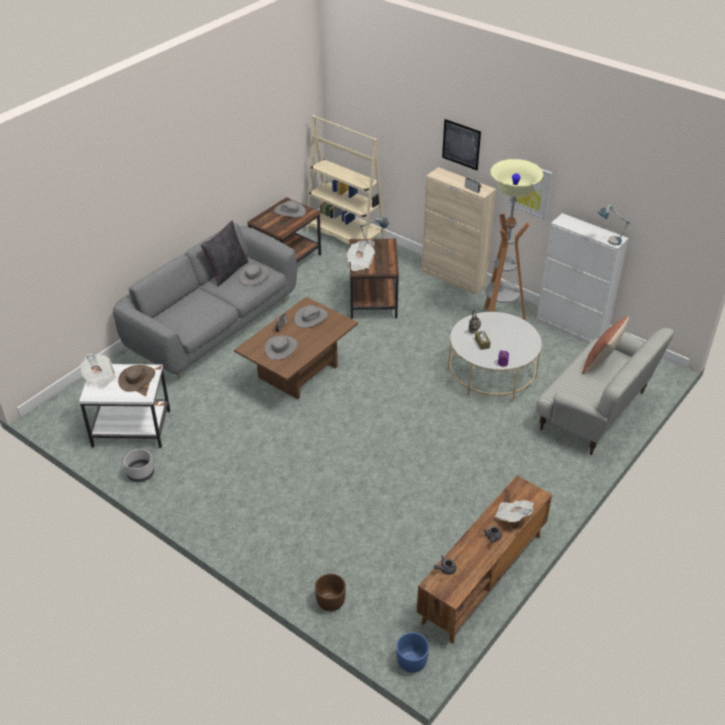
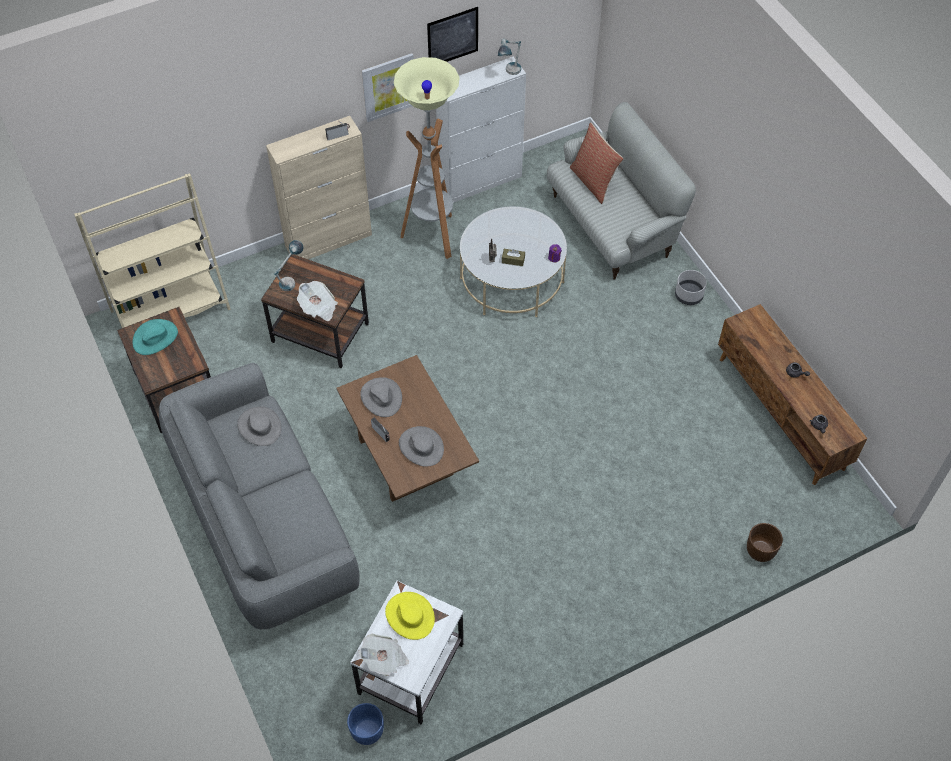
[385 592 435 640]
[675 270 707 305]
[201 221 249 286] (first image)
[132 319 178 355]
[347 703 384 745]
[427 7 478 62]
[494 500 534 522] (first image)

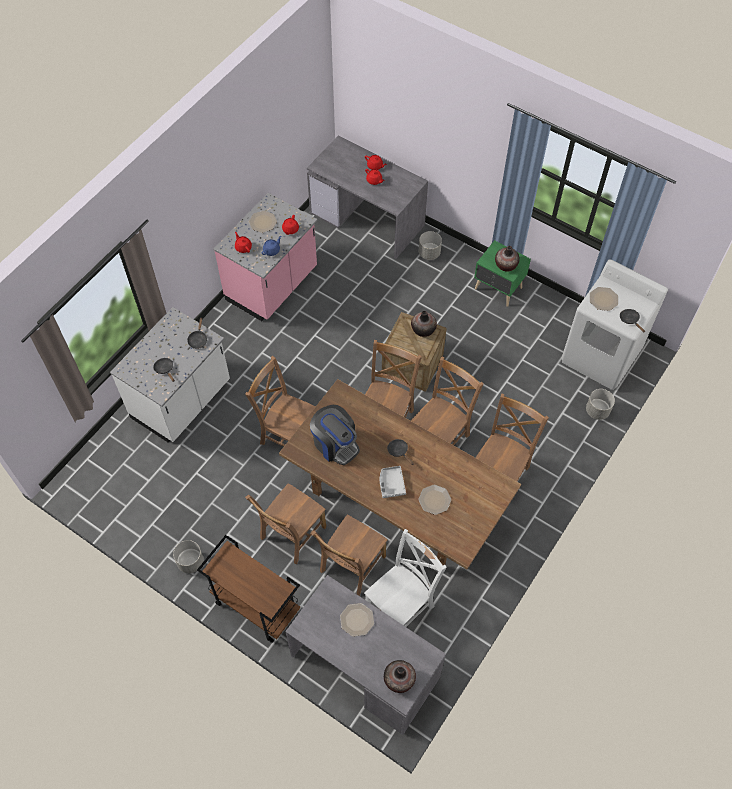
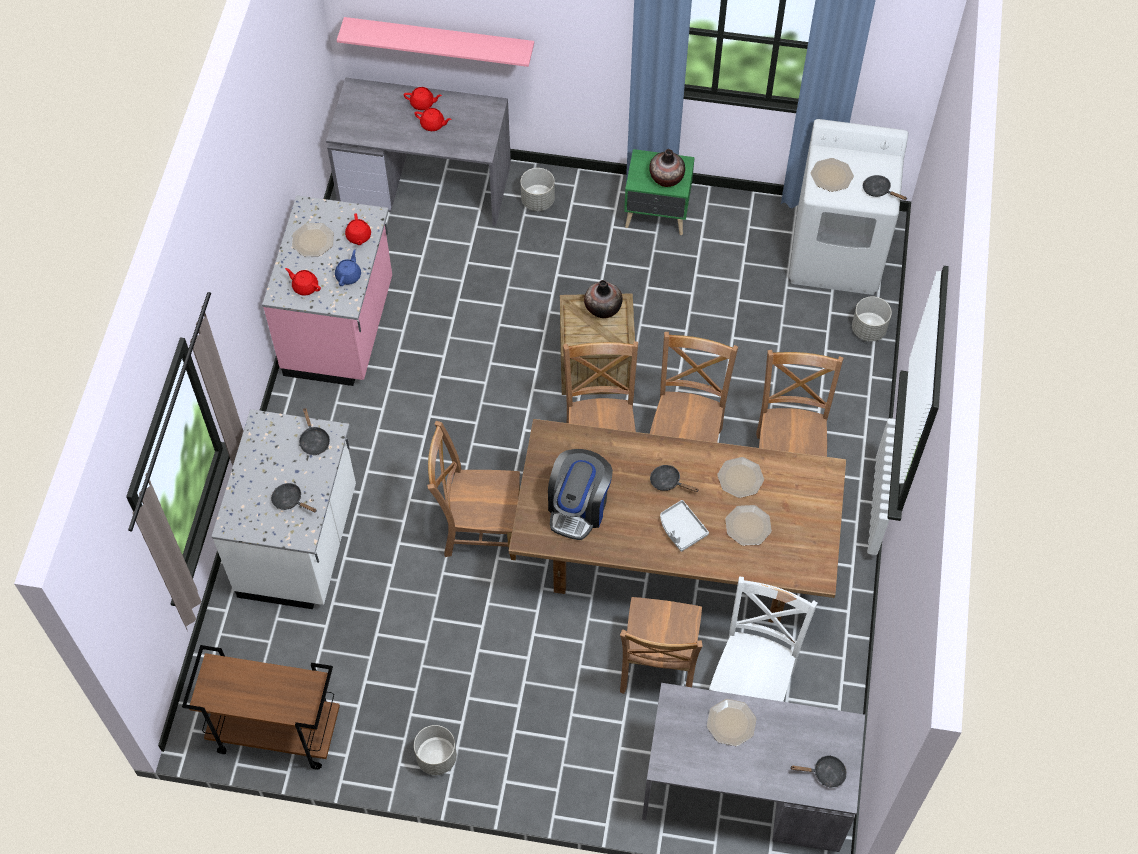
[182 645 340 770]
[245 483 326 564] (first image)
[548 449 613 540]
[791 755 847 788]
[337 17 534 67]
[717 457 764 498]

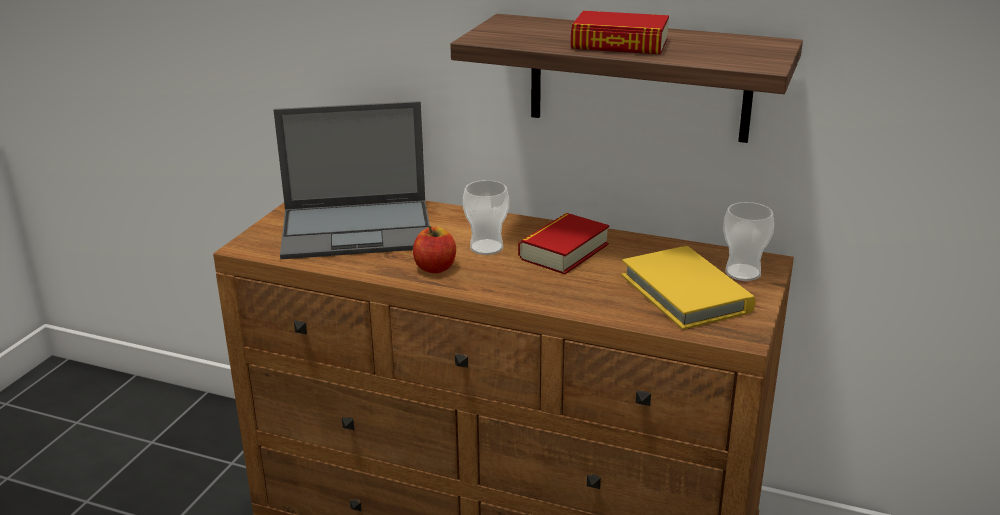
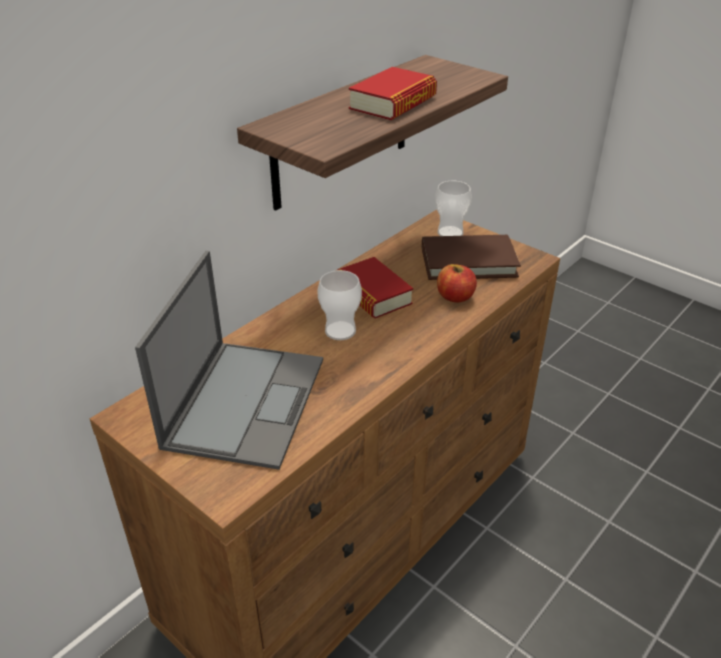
[437 264 477 302]
[422 235 521 280]

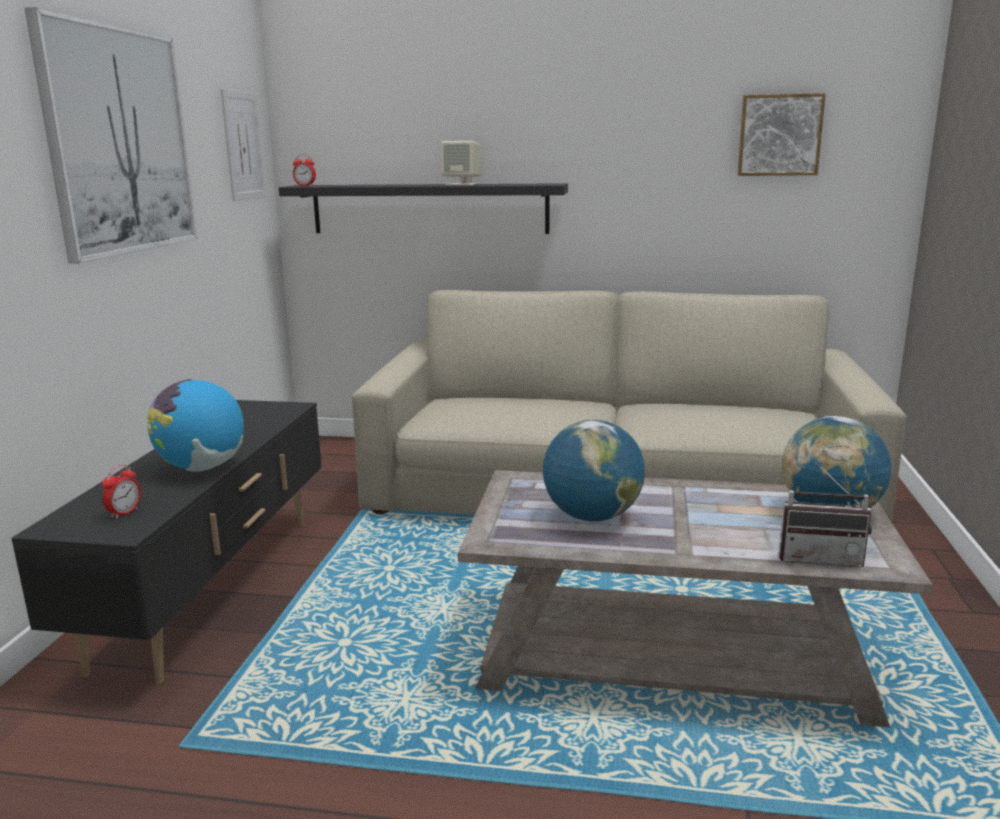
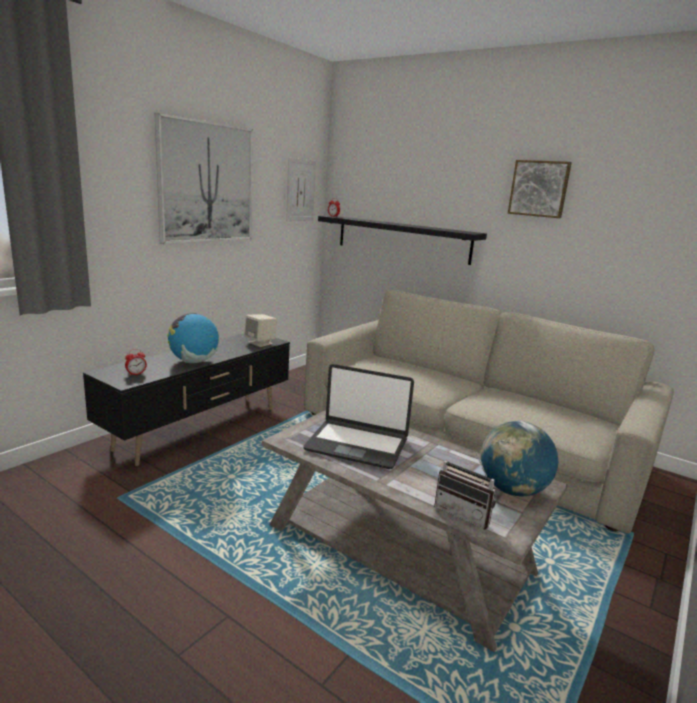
[244 314 277 347]
[304 364 414 469]
[508 160 572 218]

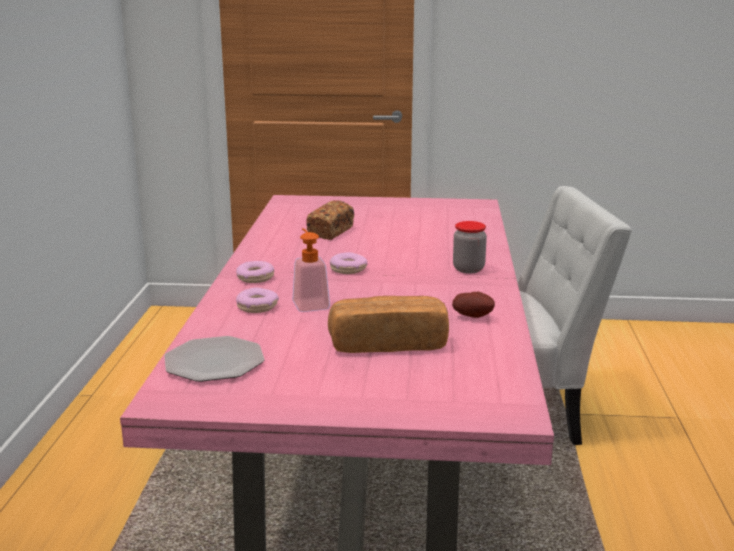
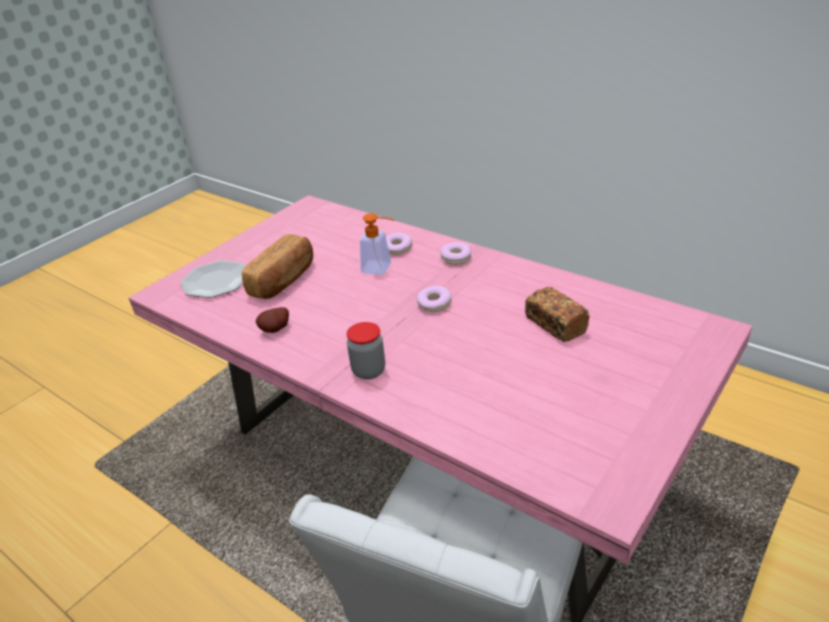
[180 260 245 298]

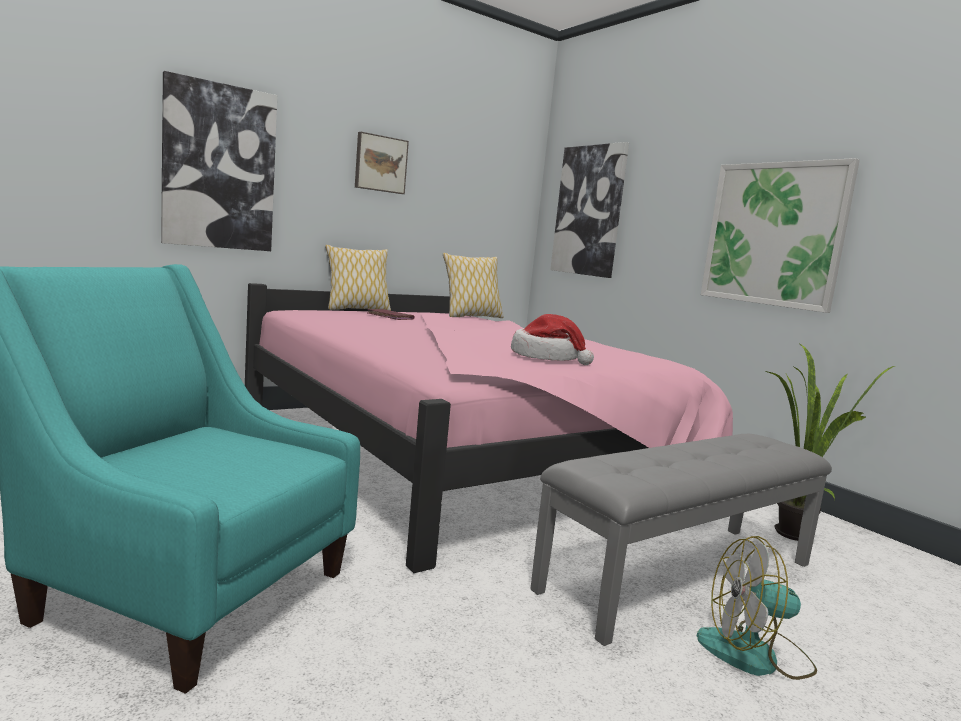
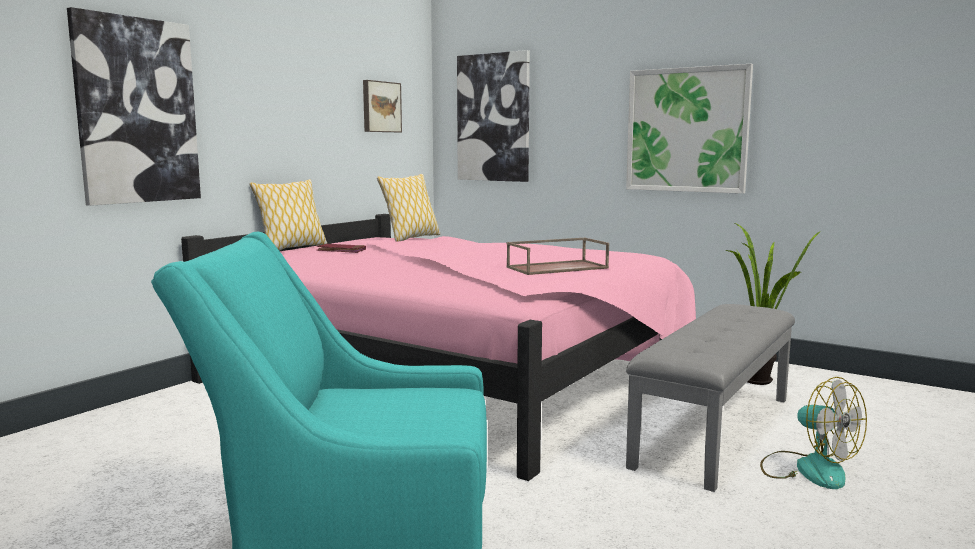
[363 80 402 132]
[506 238 609 275]
[760 377 867 489]

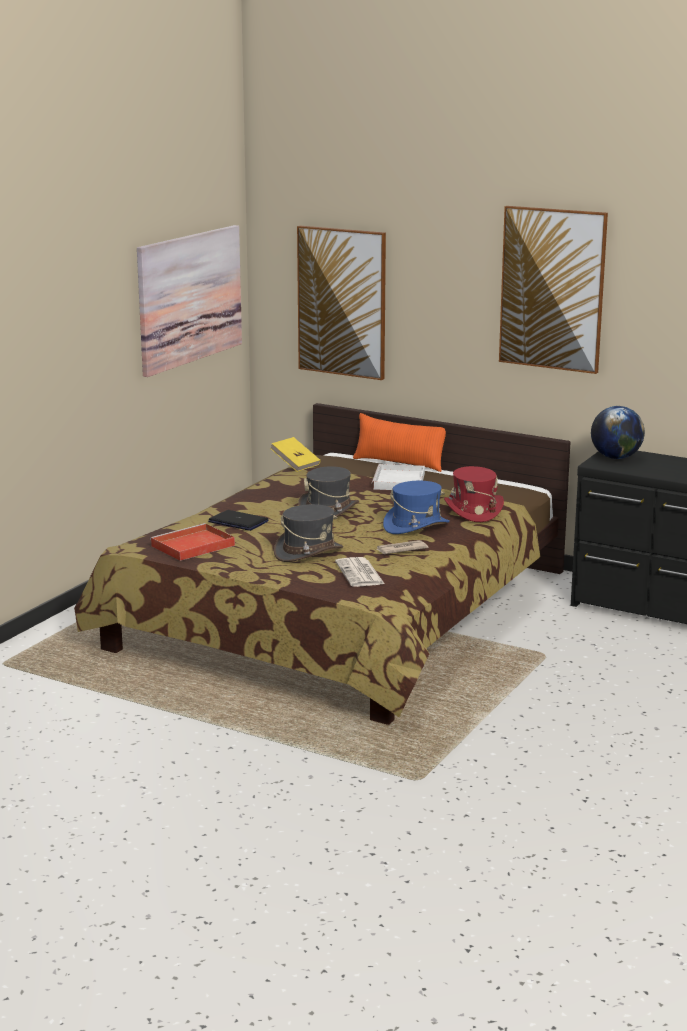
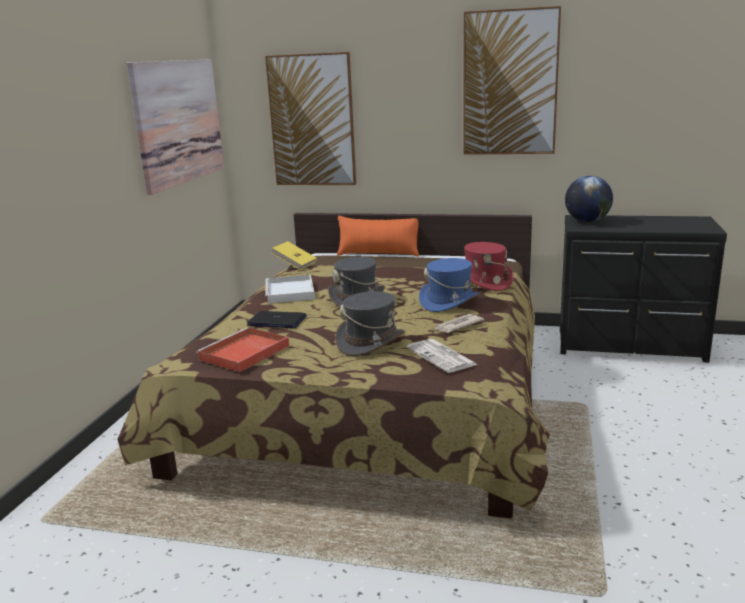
[265 275 315 303]

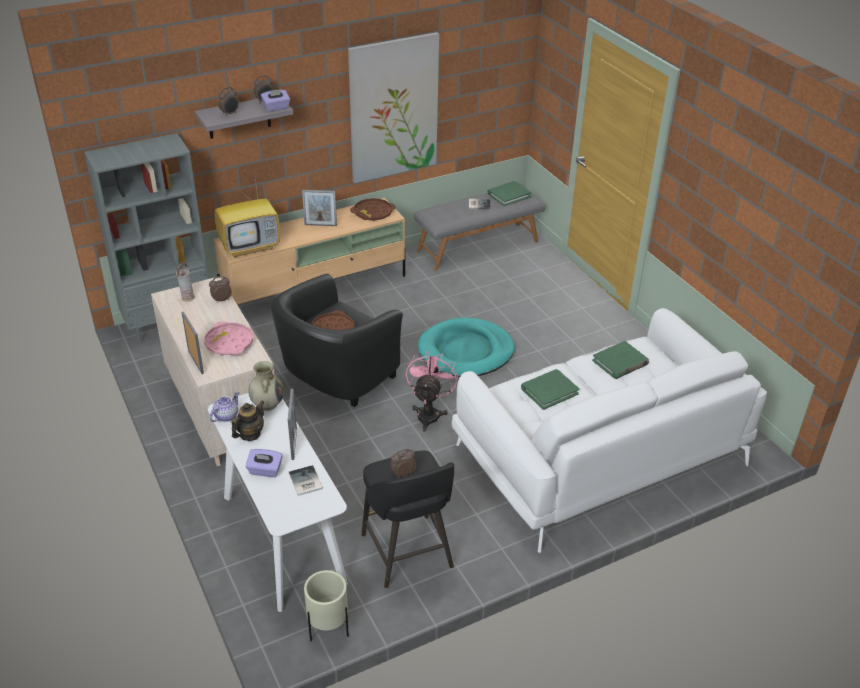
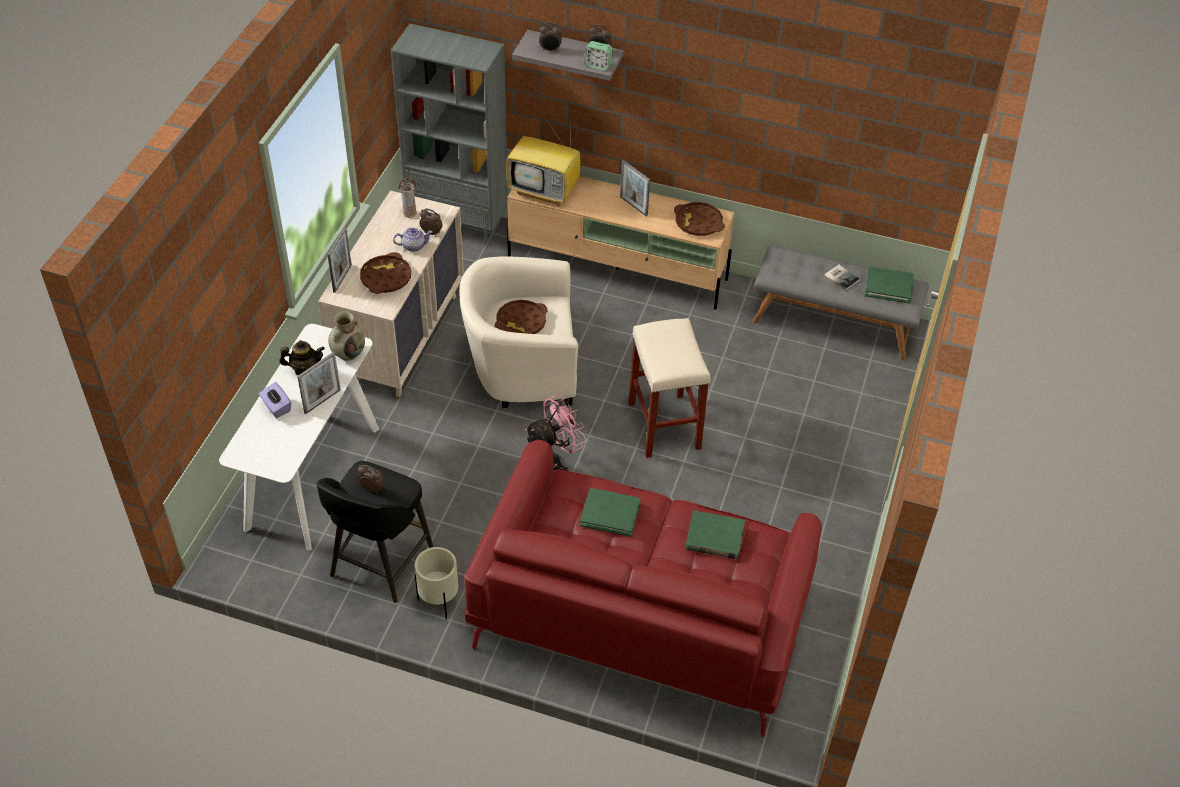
[360 252 411 294]
[393 227 433 252]
[585 41 613 71]
[459 257 578 408]
[289 465 323 496] (first image)
[415 547 458 619]
[348 32 439 183] (first image)
[628 318 710 458]
[464 440 822 737]

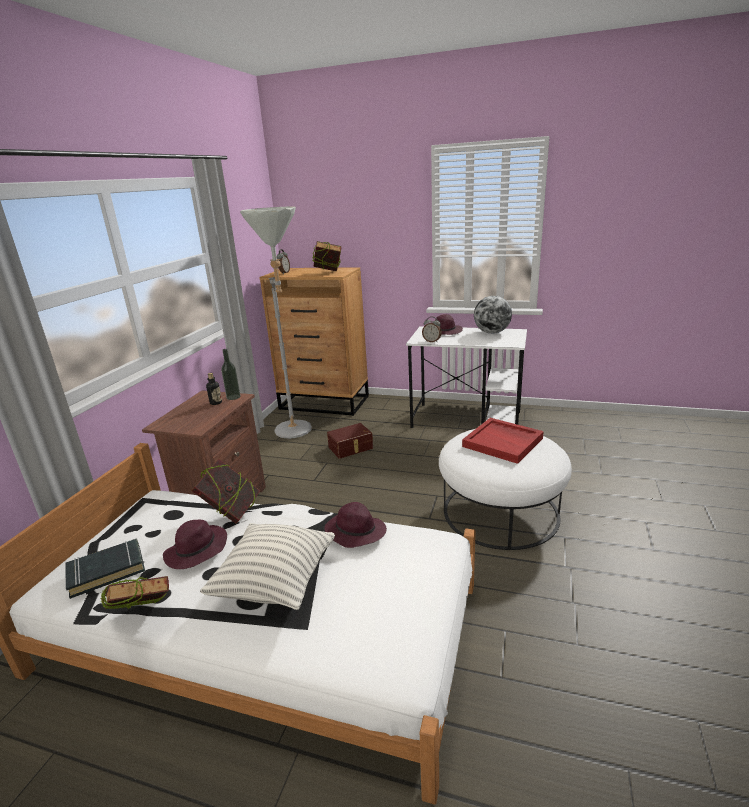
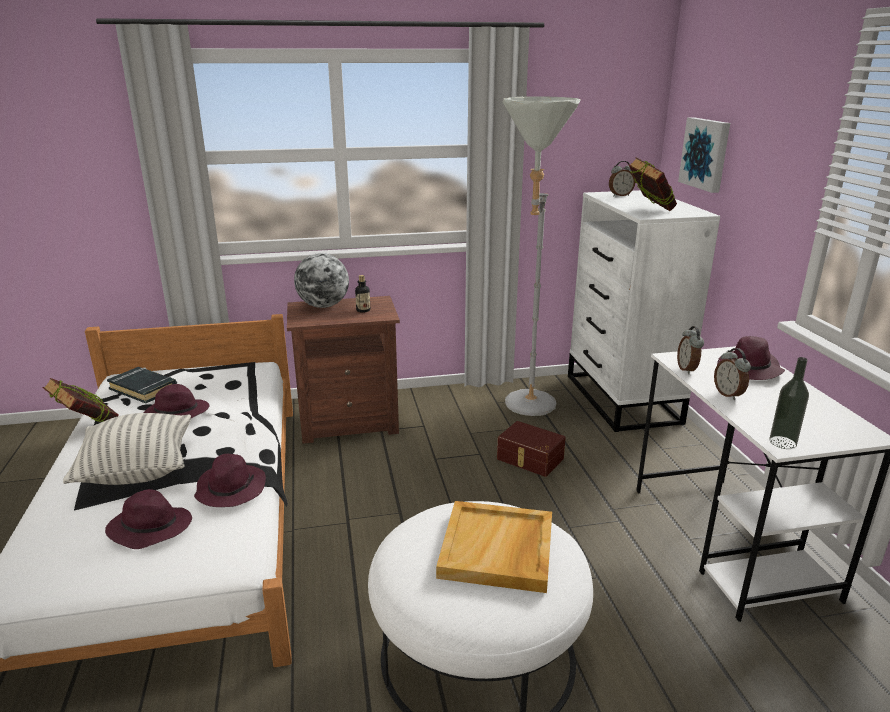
[192 459 261 524] (first image)
[769 357 809 449]
[568 190 720 432]
[436 501 552 593]
[294 253 349 308]
[105 489 192 549]
[678 117 730 193]
[714 348 751 400]

